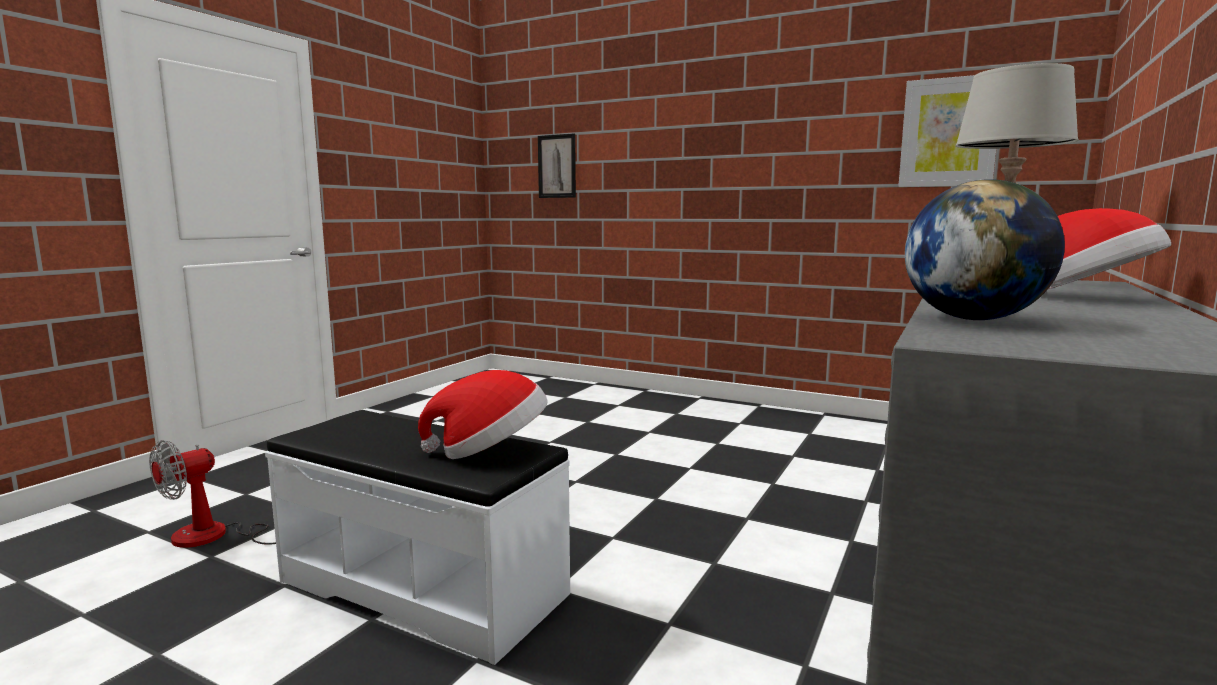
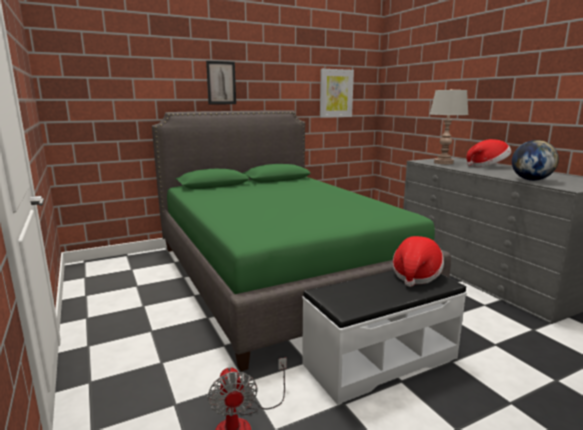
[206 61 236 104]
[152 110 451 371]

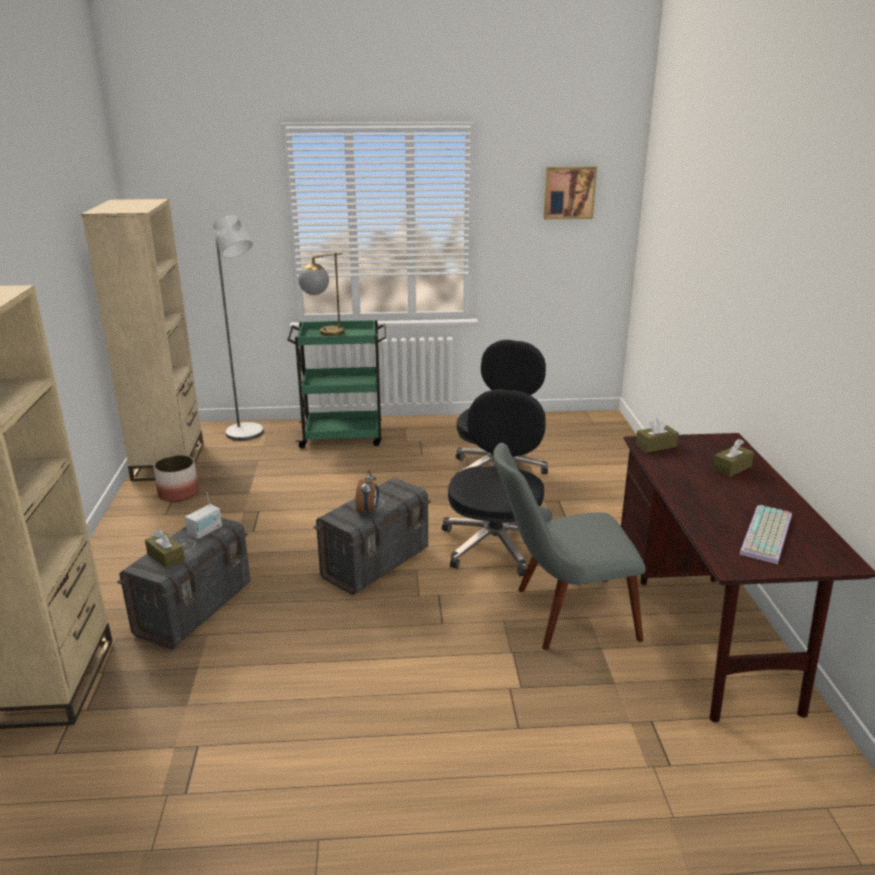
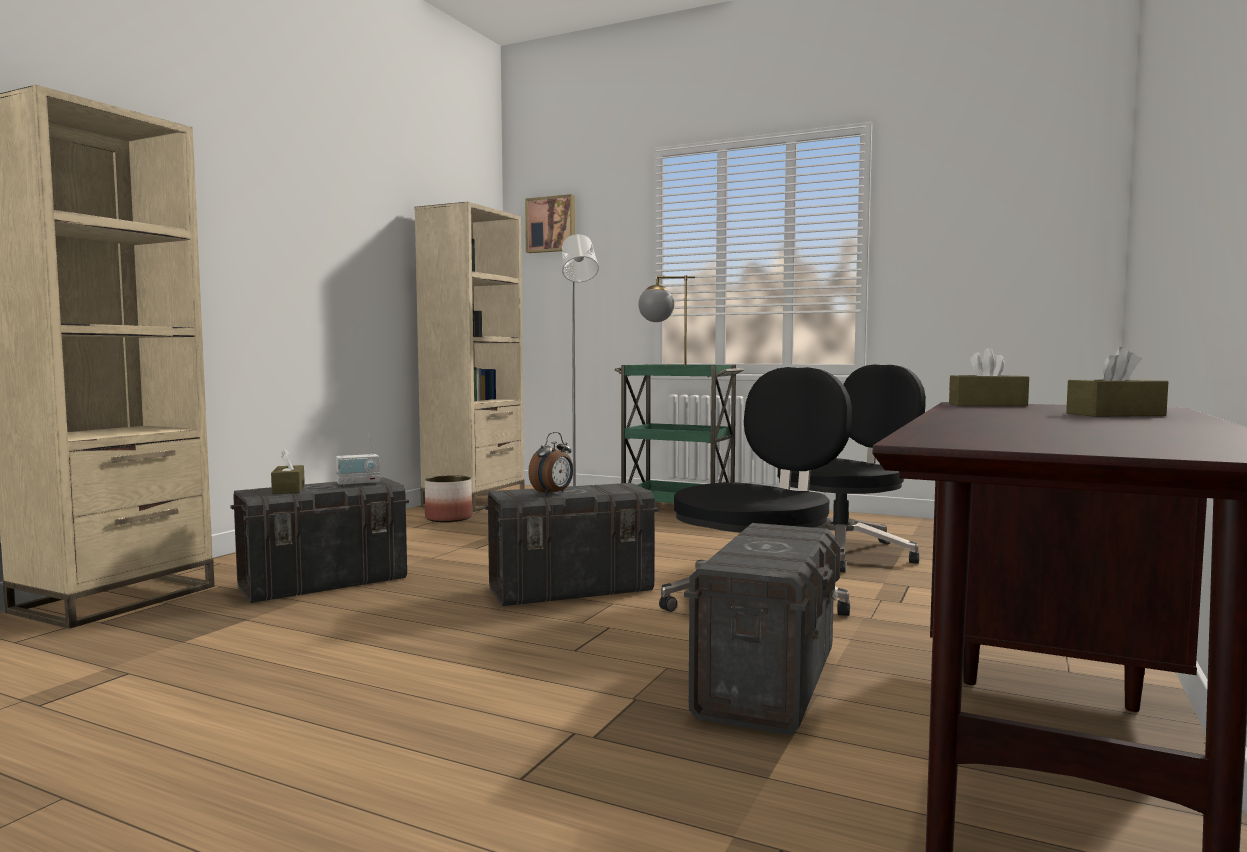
[684 523 841 735]
[525 194 575 253]
[739 505 792 564] (first image)

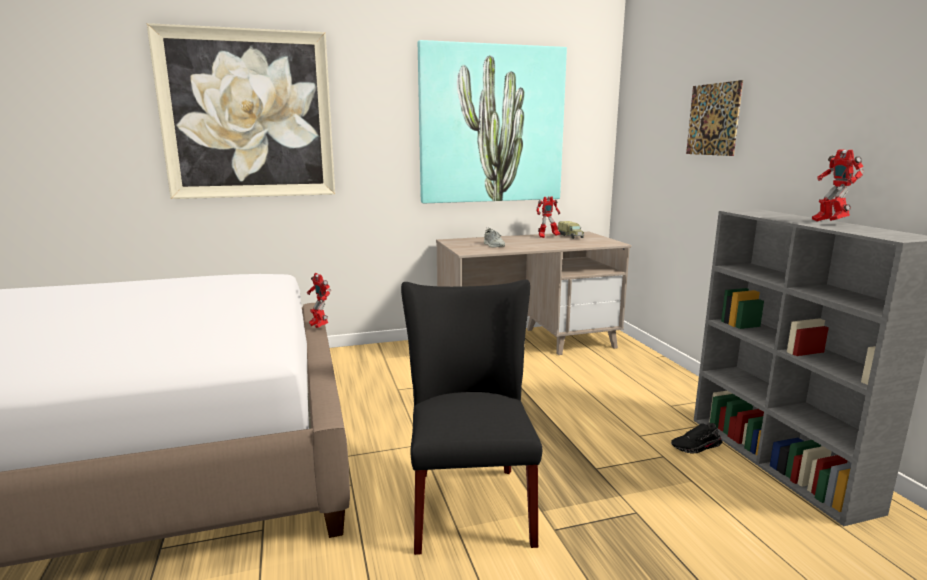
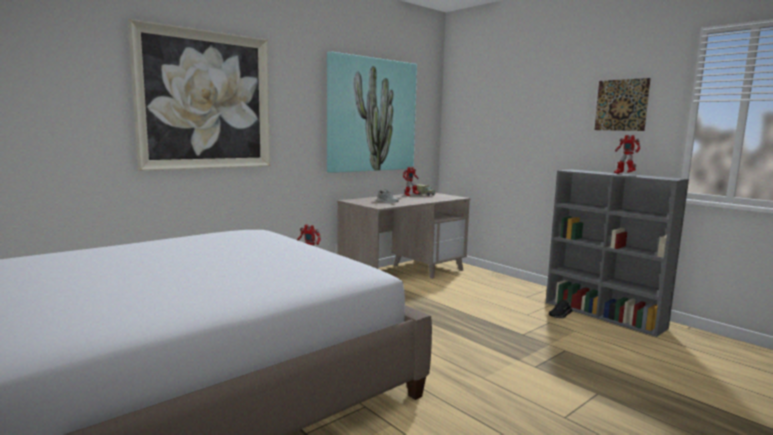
[401 280 542 555] (first image)
[594 78 651 131]

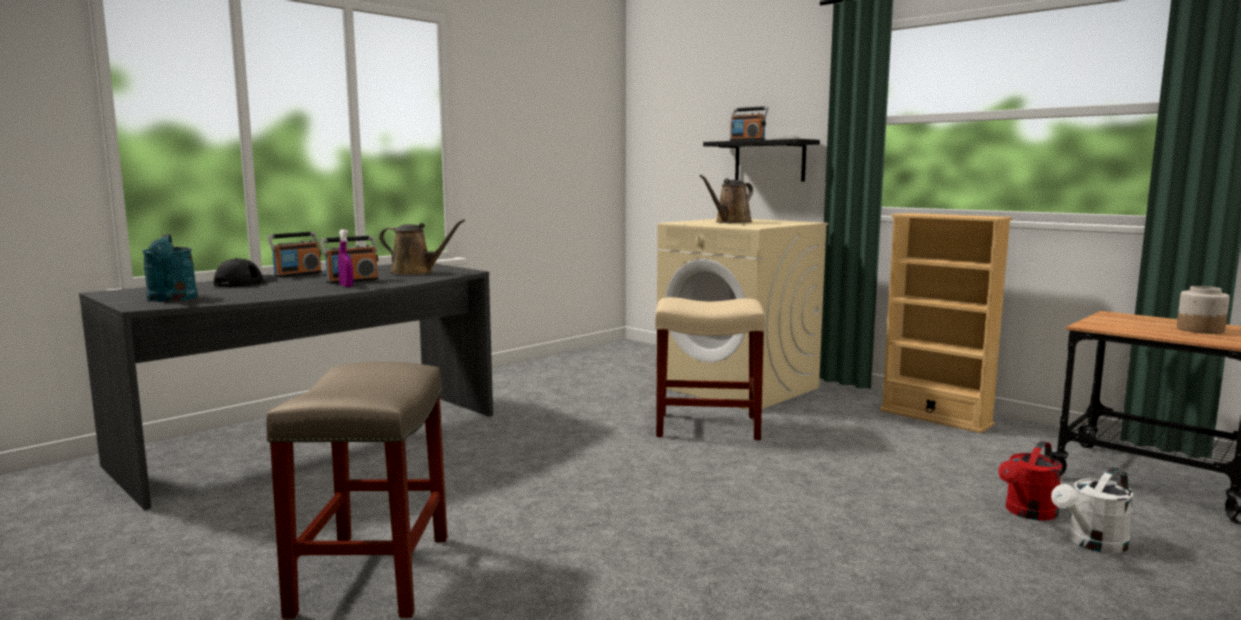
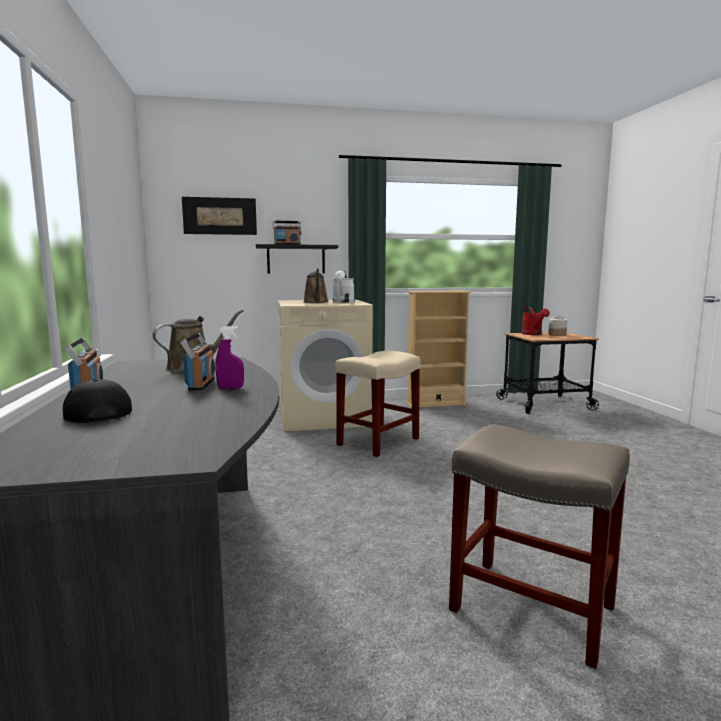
[142 234 198 302] (first image)
[522 307 550 335]
[333 271 355 303]
[182 197 257 235]

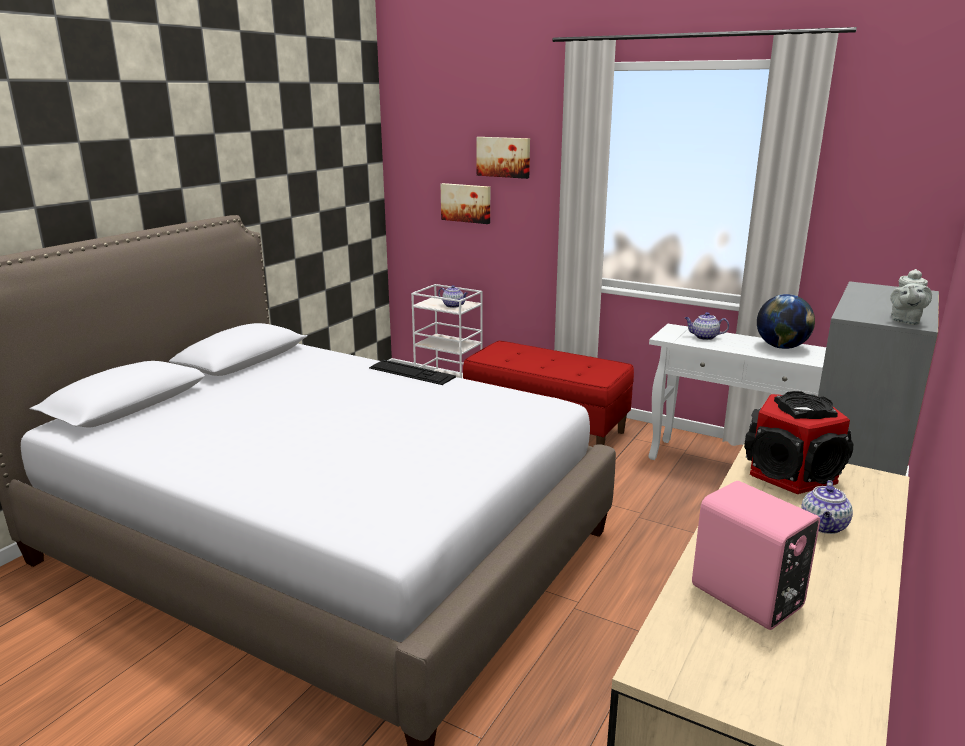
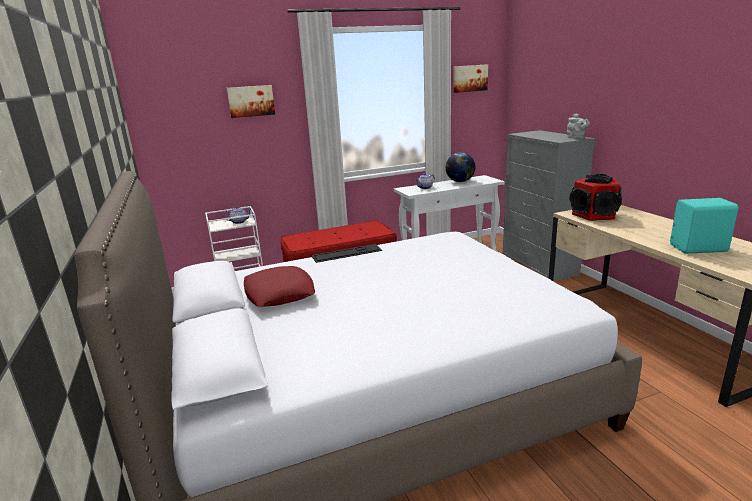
[453 64 488 93]
[670 198 738 254]
[801 480 853 534] (first image)
[244 266 315 307]

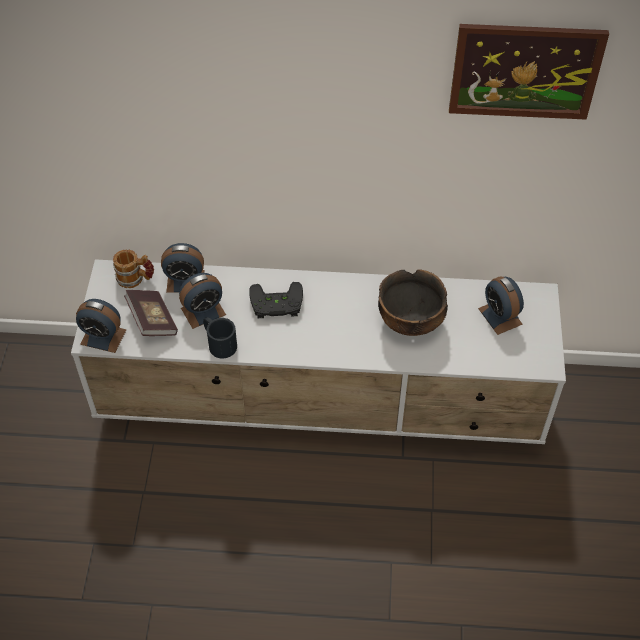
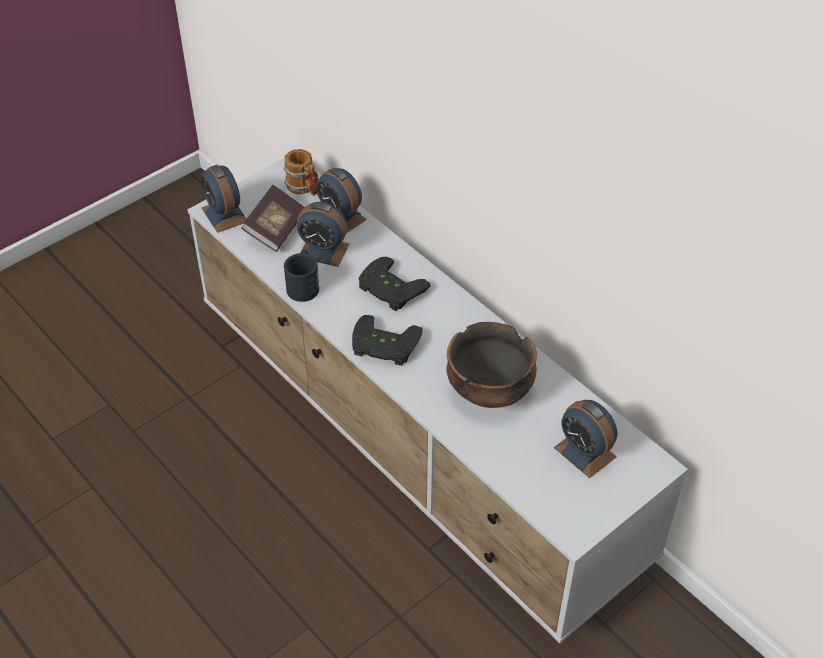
[449 24 609 120] (first image)
[554 400 618 478]
[352 315 423 366]

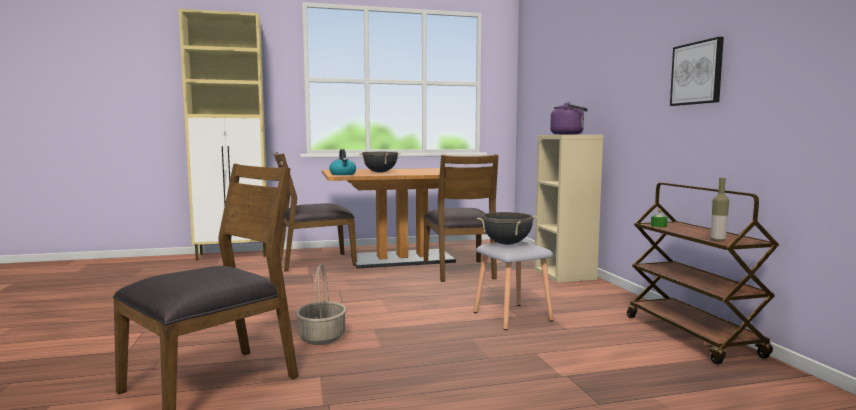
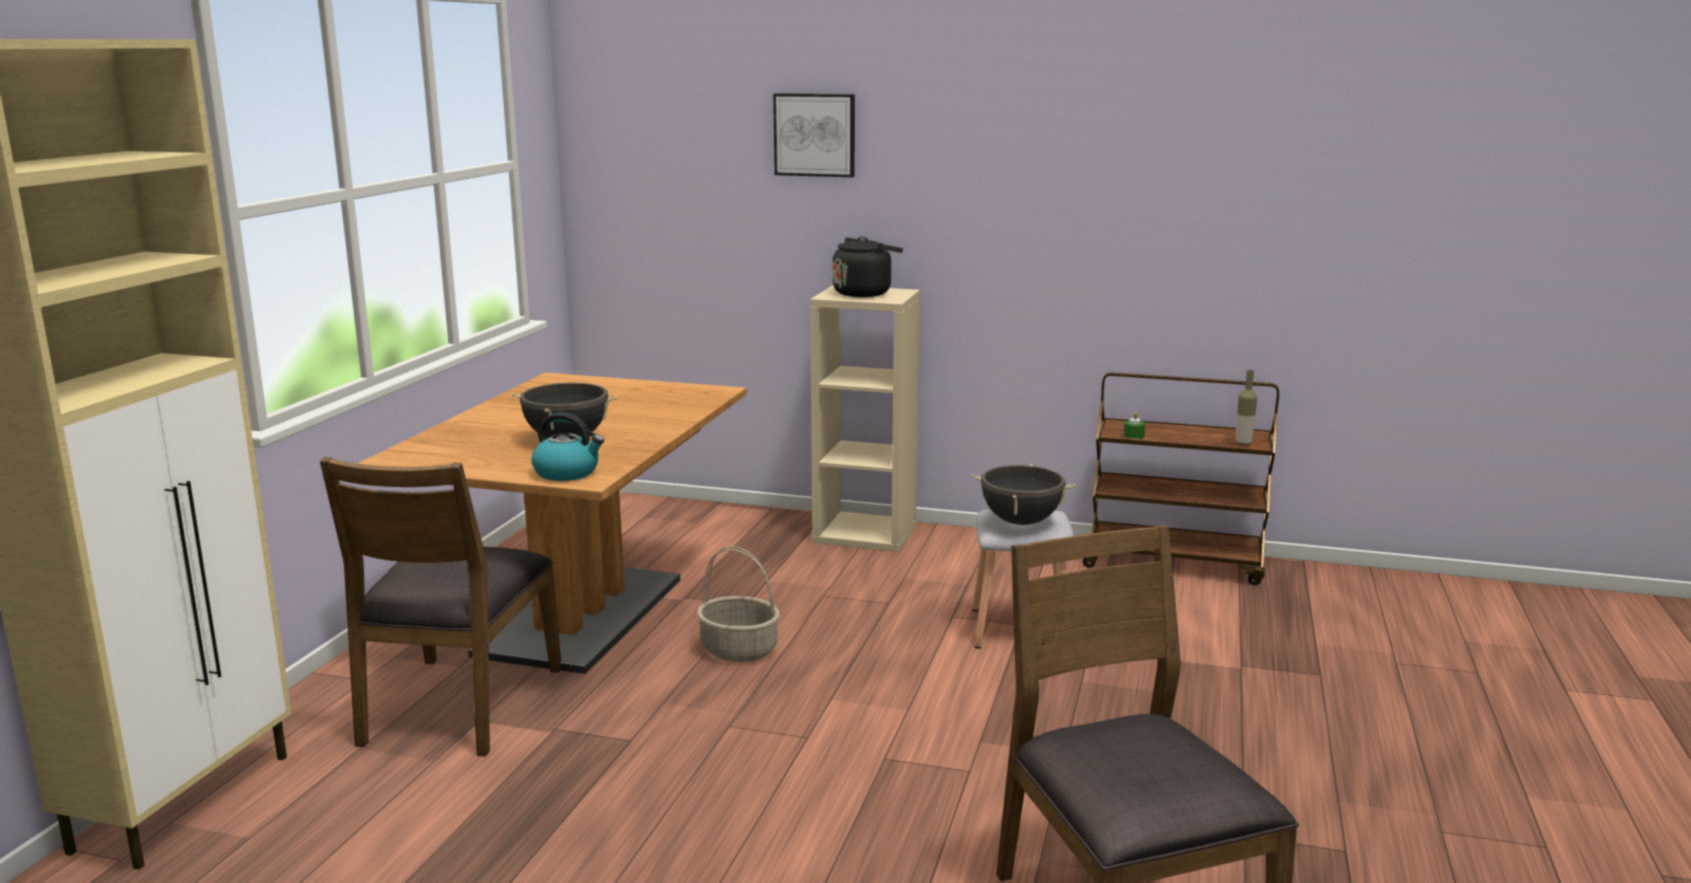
[697 546 780 662]
[424 154 498 282] (first image)
[833 237 903 297]
[773 93 855 177]

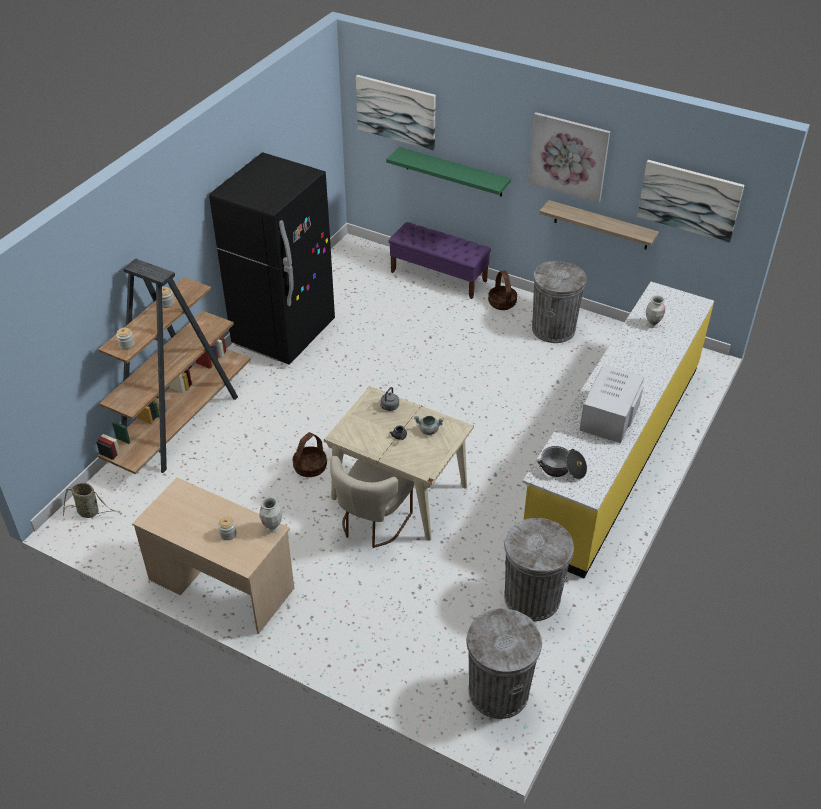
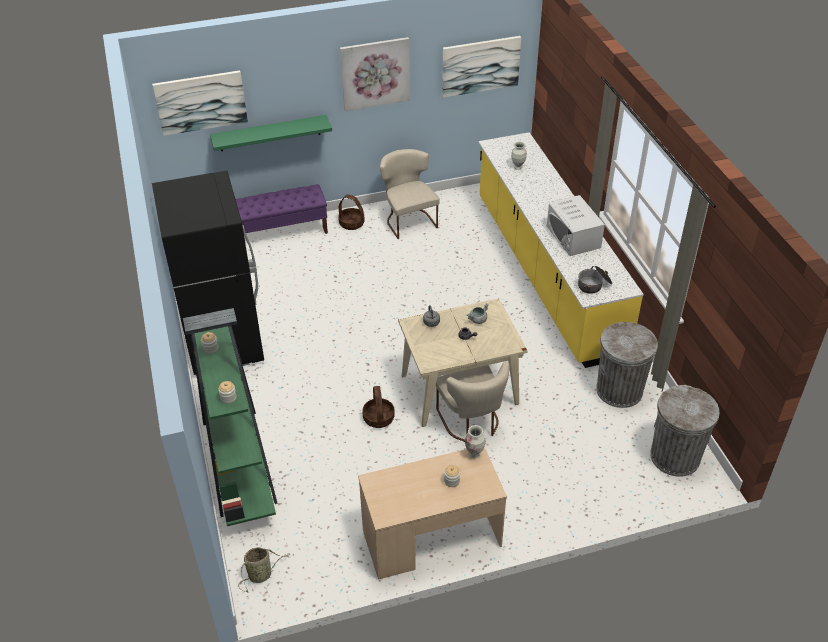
[183 308 278 526]
[380 149 440 239]
[539 200 659 249] (first image)

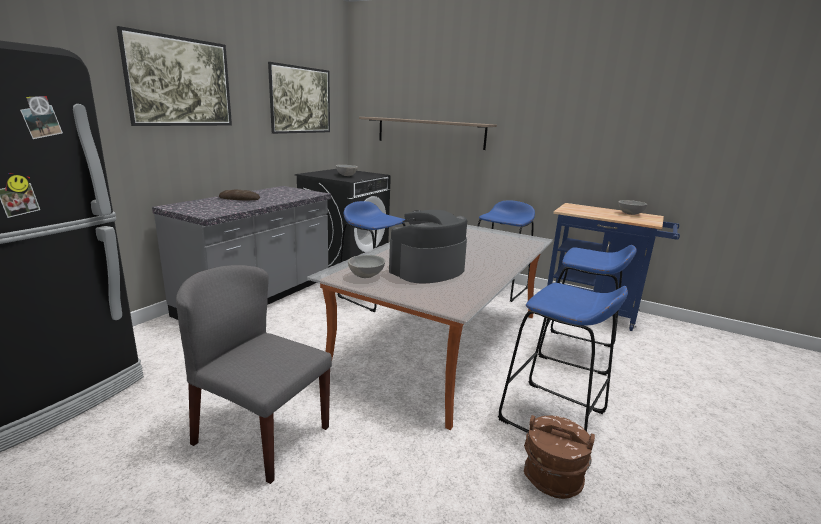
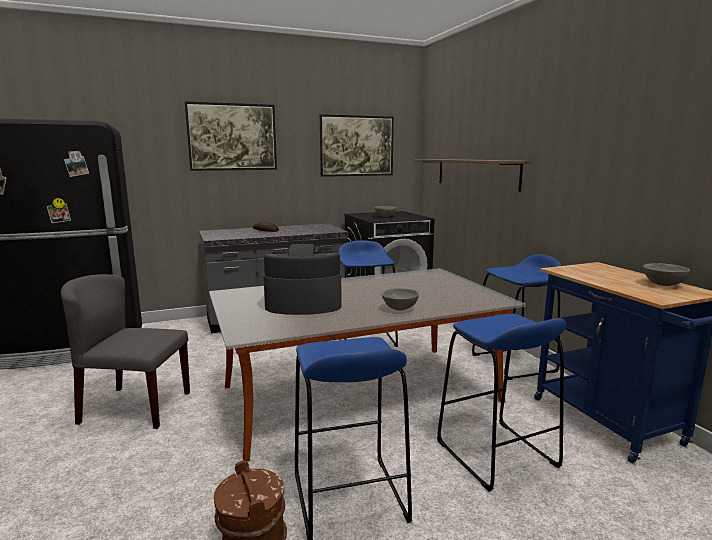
[61 274 190 429]
[382 288 419 310]

